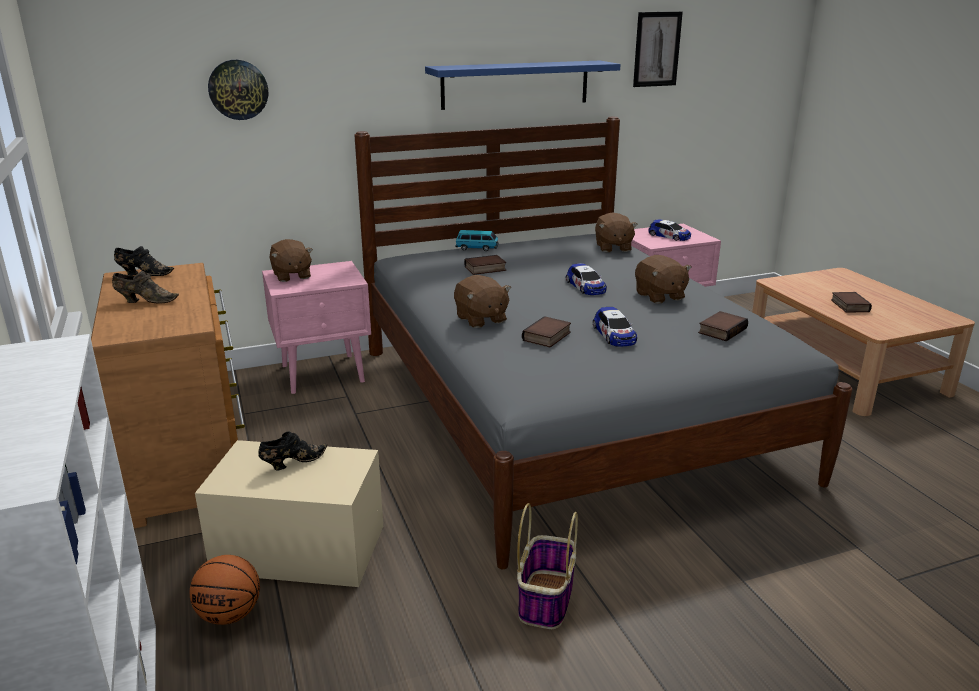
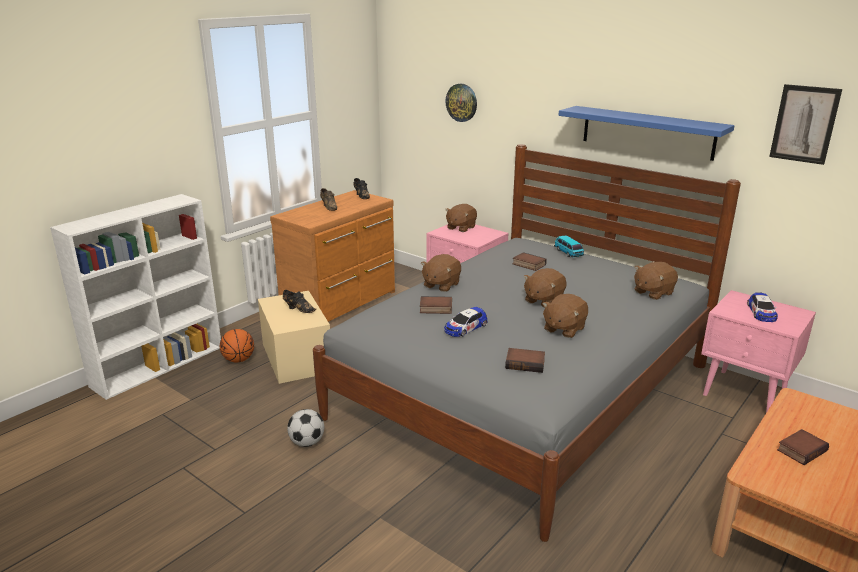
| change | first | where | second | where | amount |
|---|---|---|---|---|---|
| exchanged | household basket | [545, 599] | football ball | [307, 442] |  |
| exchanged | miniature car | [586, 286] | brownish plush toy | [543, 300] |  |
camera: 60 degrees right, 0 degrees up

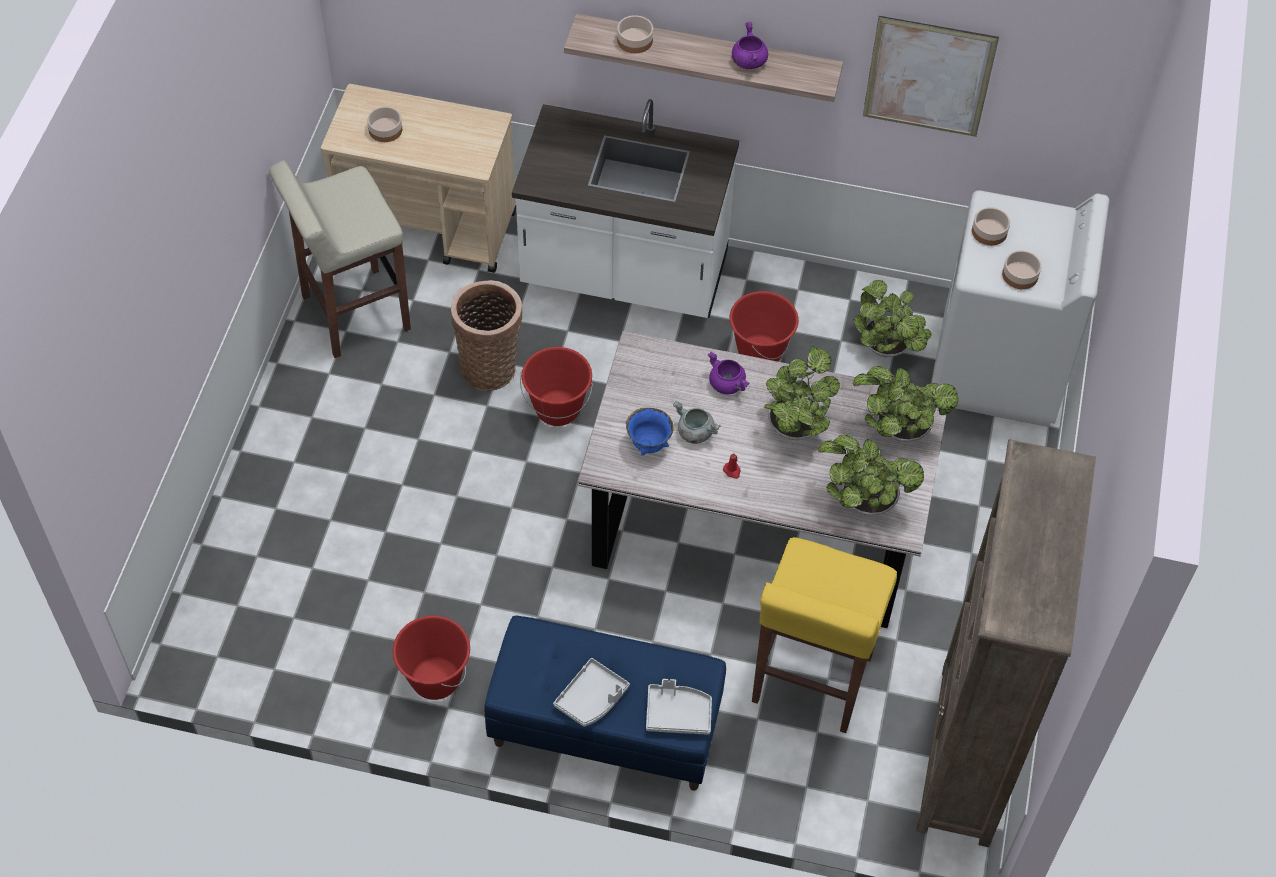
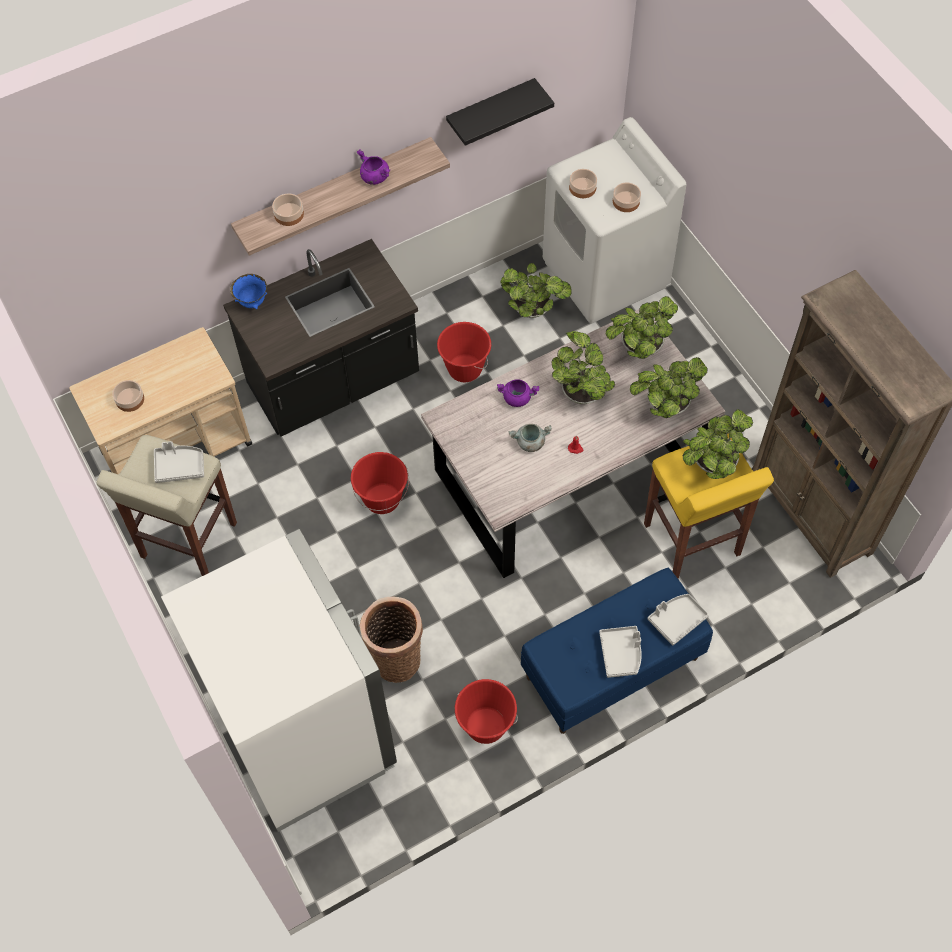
| change | first | where | second | where | amount |
|---|---|---|---|---|---|
| appeared |  |  | grey tray | [179, 466] |  |
| appeared |  |  | white refrigerator | [304, 734] |  |
| colour | white counter | [624, 274] | black counter | [334, 382] |  |
| relocated | blue bowl | [649, 444] |  | [252, 302] |  |
| relocated | household basket | [490, 366] |  | [395, 657] |  |
| exchanged | picture | [928, 76] | black wall shelf | [490, 110] |  |
| appeared |  |  | plant in a pot | [711, 465] |  |
camera: 40 degrees left, 5 degrees up

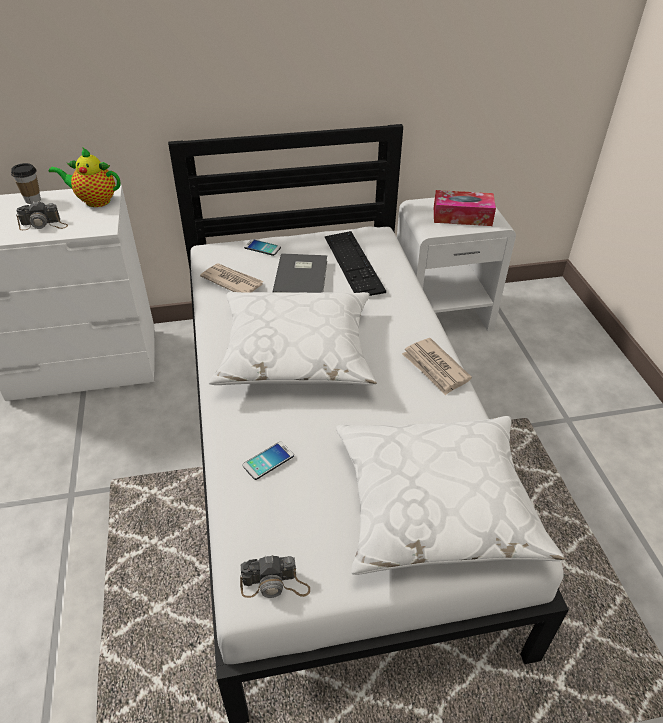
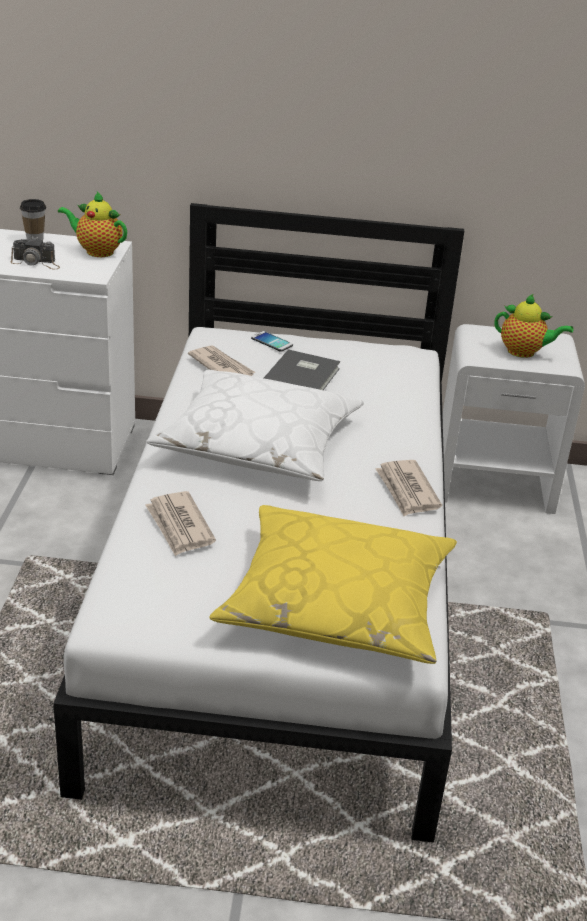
| change | first | where | second | where | amount |
|---|---|---|---|---|---|
| exchanged | handset | [268, 461] | printed paper | [179, 526] |  |
| colour | white throw pillow | [436, 503] | yellowish throw pillow | [337, 602] |  |
| exchanged | box of tissues | [462, 216] | teapot | [524, 352] |  |
| missing | still camera | [275, 584] |  |  |  |
| missing | PC keyboard | [353, 263] |  |  |  |
camera: 15 degrees right, 10 degrees down

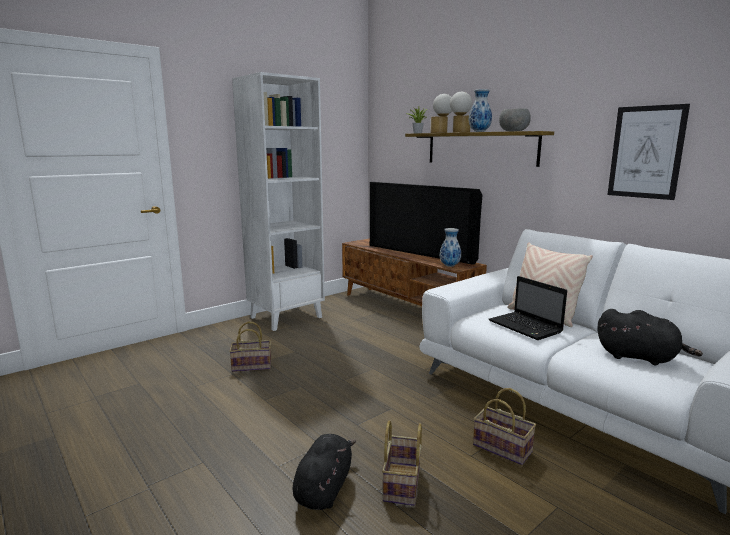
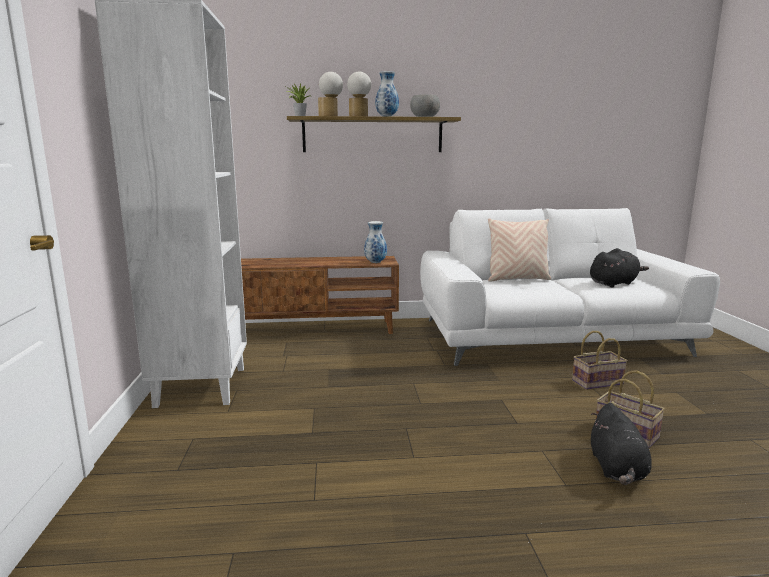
| change | first | where | second | where | amount |
|---|---|---|---|---|---|
| spun | black plush toy | [324, 488] |  | [617, 469] | 135 degrees counterclockwise |
| missing | household basket | [252, 365] |  |  |  |
| missing | TV | [421, 253] |  |  |  |
| missing | laptop | [526, 327] |  |  |  |
| missing | picture | [646, 152] |  |  |  |
camera: 55 degrees left, 0 degrees up

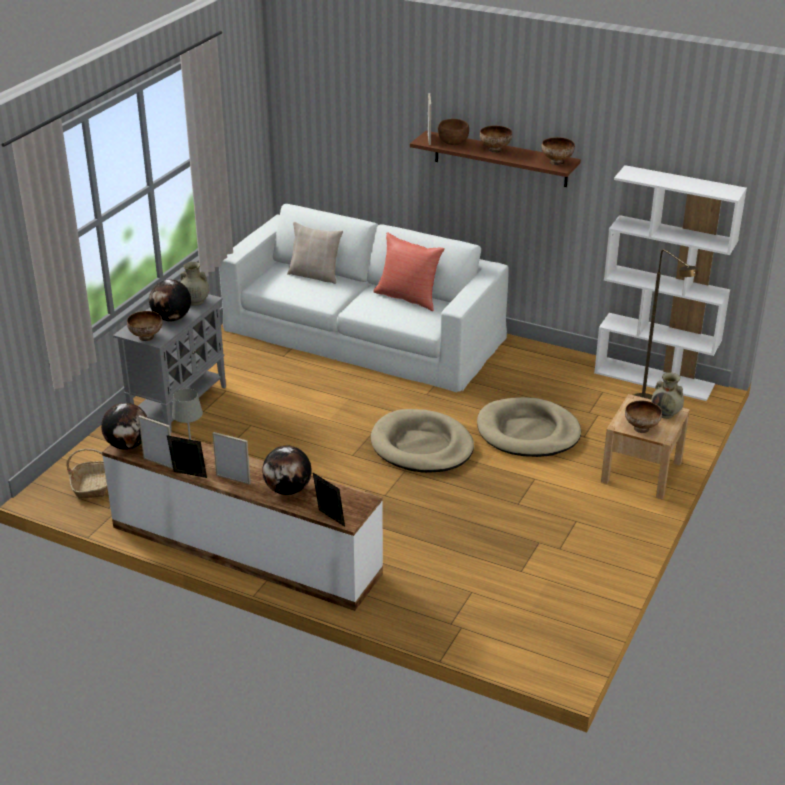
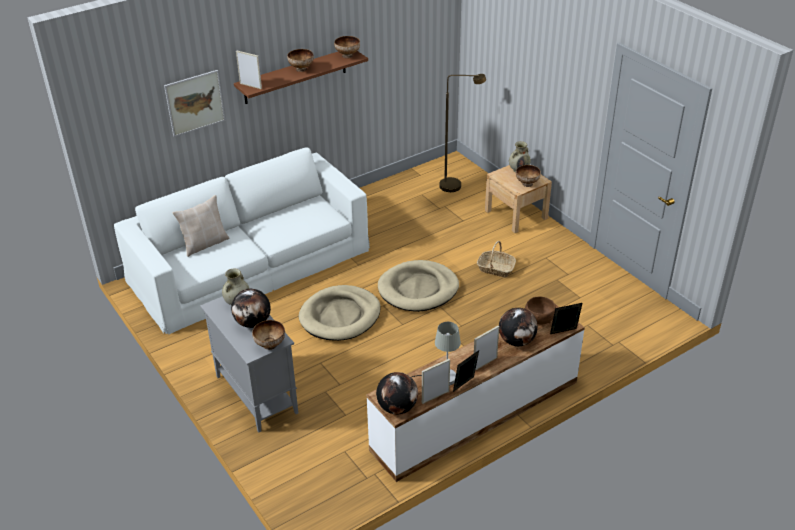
| change | first | where | second | where | amount |
|---|---|---|---|---|---|
| appeared |  |  | picture | [195, 103] |  |
| relocated | beige dog cushion | [528, 432] |  | [340, 316] |  |
| relocated | household basket | [92, 485] |  | [495, 268] |  |
| relocated | brownish bowl | [453, 142] |  | [539, 319] |  |
| missing | reddish throw pillow | [408, 297] |  |  |  |
| missing | white shelving unit | [654, 379] |  |  |  |
camera: 60 degrees left, 5 degrees up

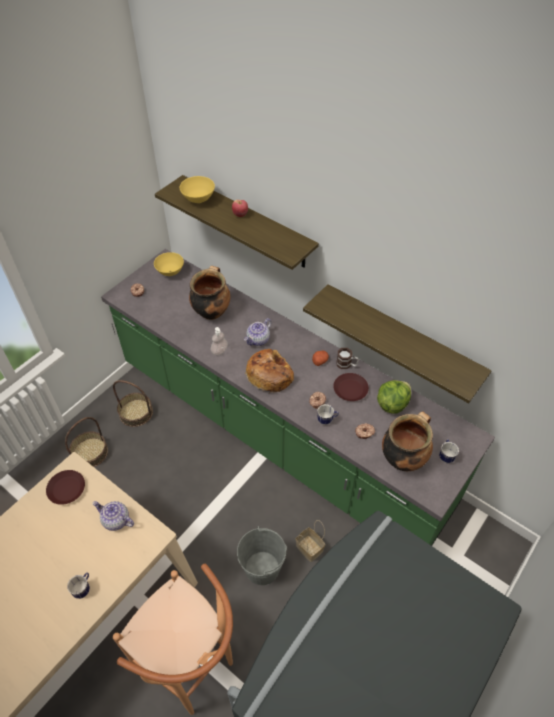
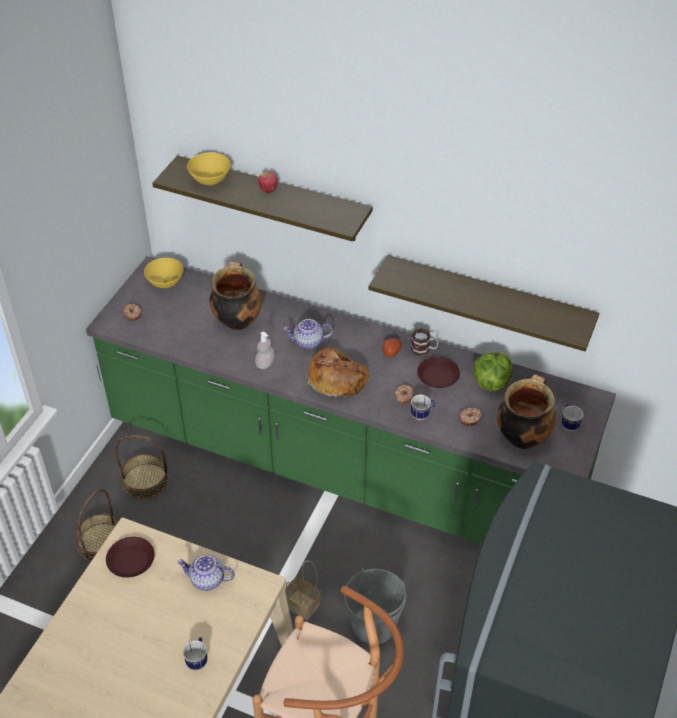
| change | first | where | second | where | amount |
|---|---|---|---|---|---|
| spun | teapot | [258, 340] |  | [308, 342] | 60 degrees clockwise |
| relocated | household basket | [310, 548] |  | [303, 605] |  |
camera: 15 degrees left, 5 degrees down

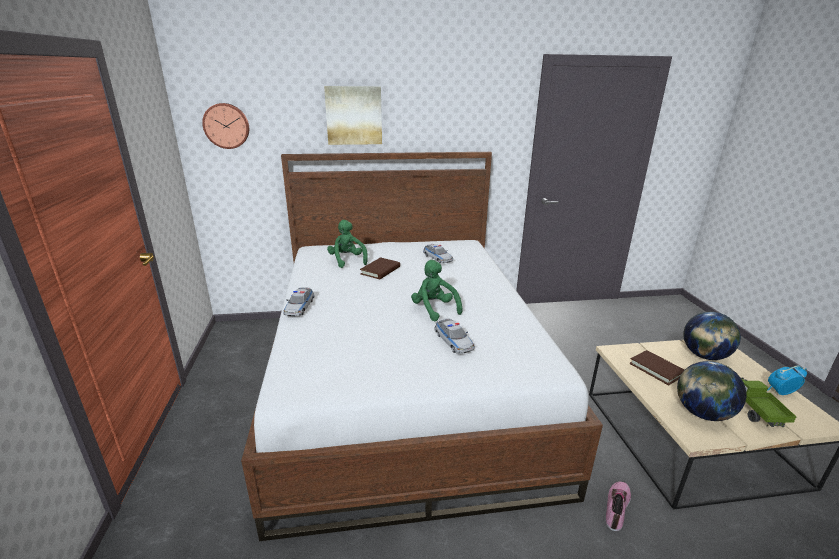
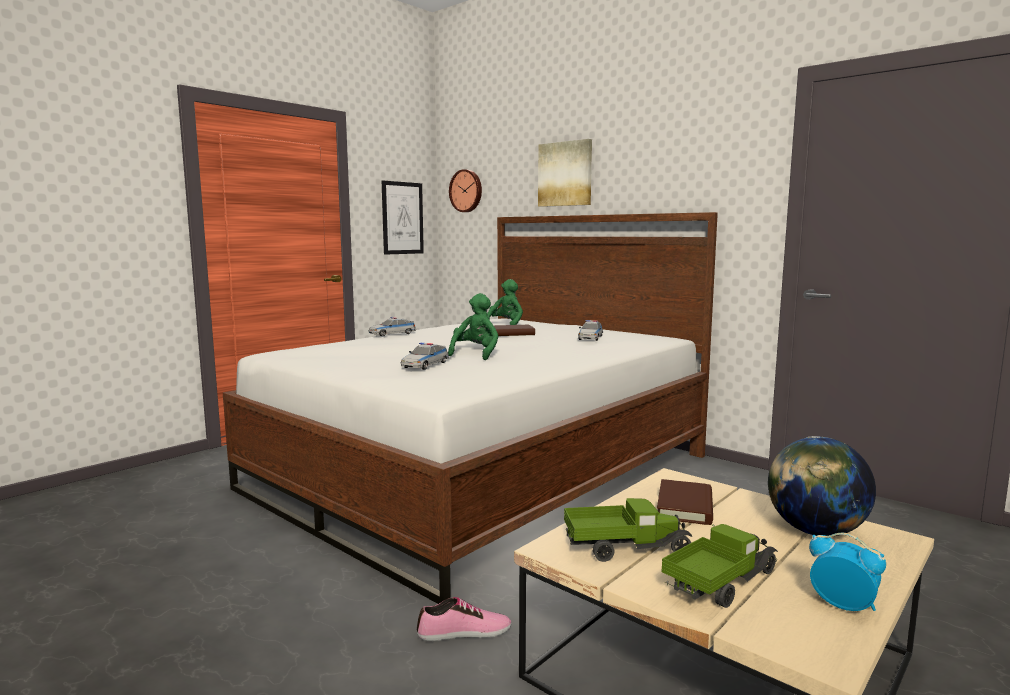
| change | first | where | second | where | amount |
|---|---|---|---|---|---|
| appeared |  |  | picture | [402, 218] |  |
| exchanged | globe | [702, 413] | model truck | [625, 548] |  |
camera: 50 degrees right, 15 degrees down

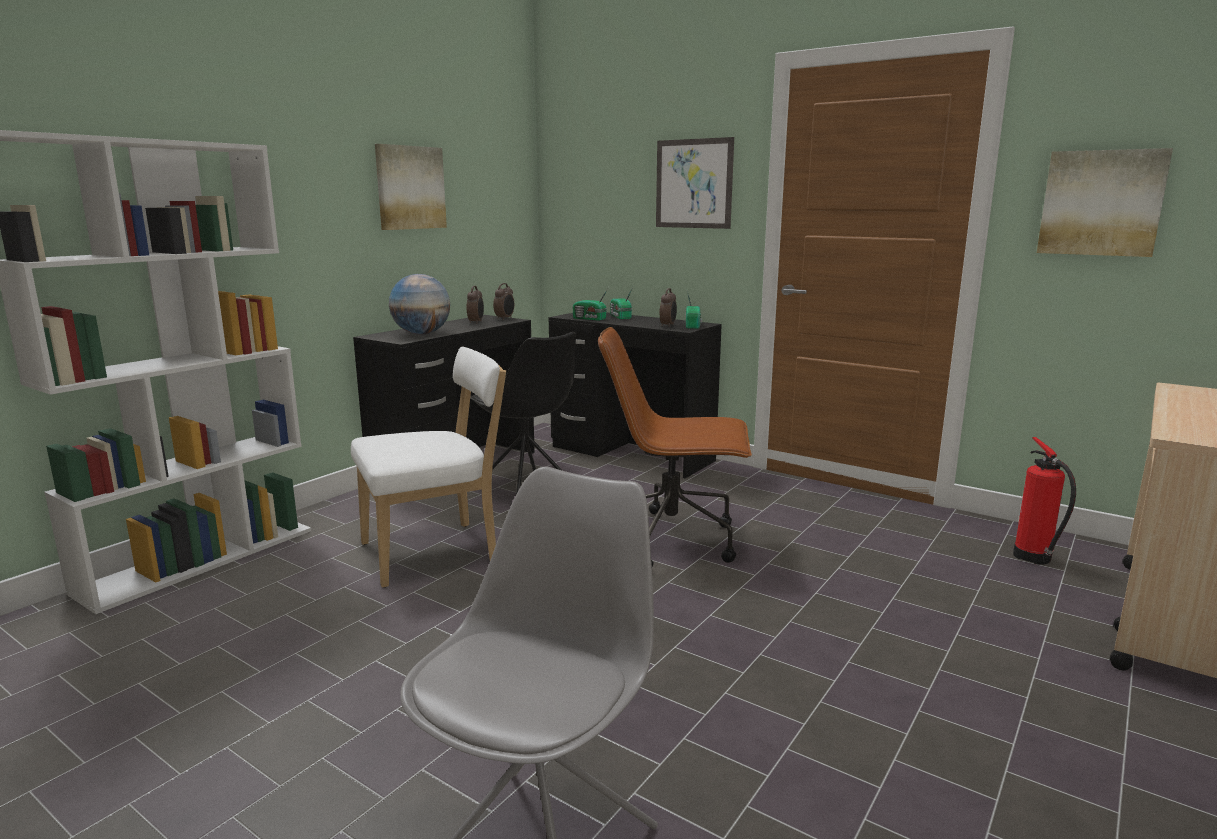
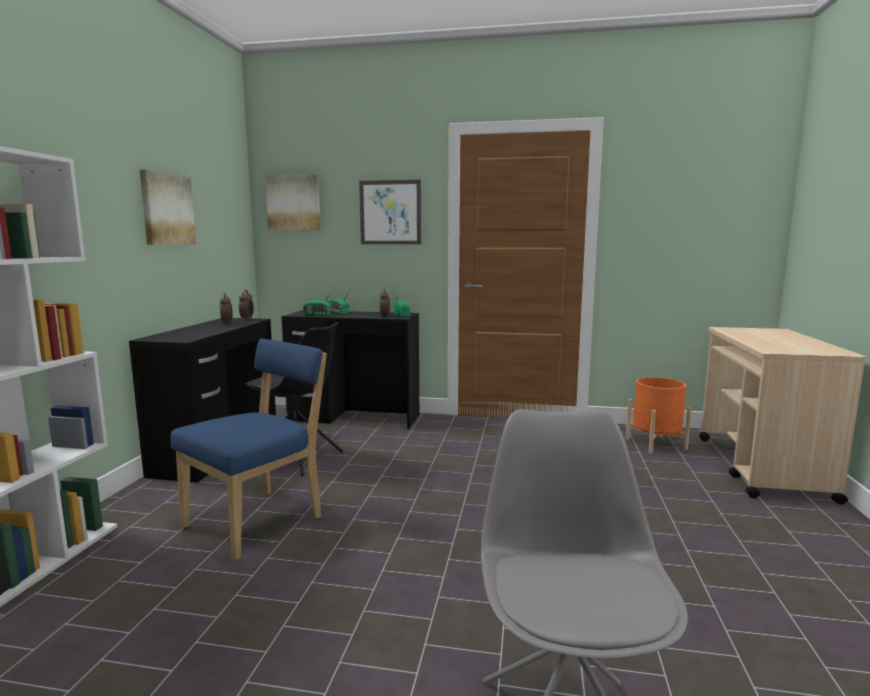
| change | first | where | second | where | amount |
|---|---|---|---|---|---|
| colour | white upright chair | [436, 552] | blue upright chair | [259, 520] |  |
| relocated | picture | [1101, 203] |  | [294, 203] |  |
| exchanged | fire extinguisher | [1034, 558] | orangey planter | [655, 444] |  |
| missing | globe | [422, 334] |  |  |  |
| missing | brownish office chair | [672, 540] |  |  |  |
camera: 25 degrees left, 5 degrees down

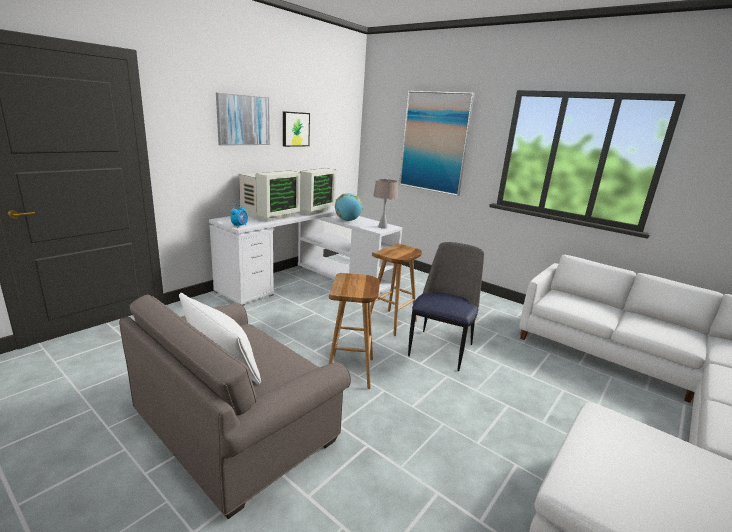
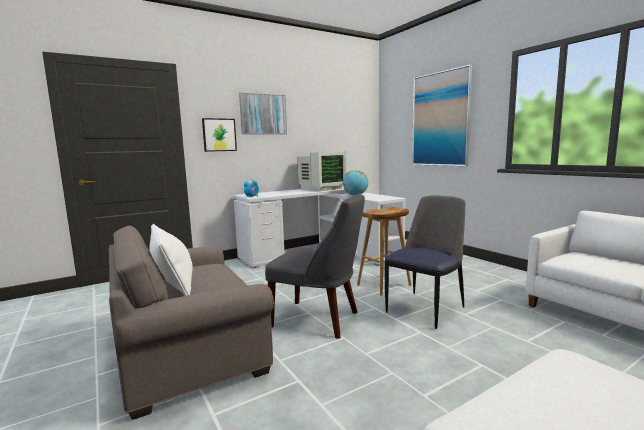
| change | first | where | second | where | amount |
|---|---|---|---|---|---|
| relocated | picture | [295, 129] |  | [219, 135] |  |
| exchanged | brownish stool | [350, 371] | grey upright chair | [319, 320] |  |
| missing | monitor | [269, 215] |  |  |  |
| missing | beige tabletop lamp | [382, 227] |  |  |  |
camera: 20 degrees right, 10 degrees down

